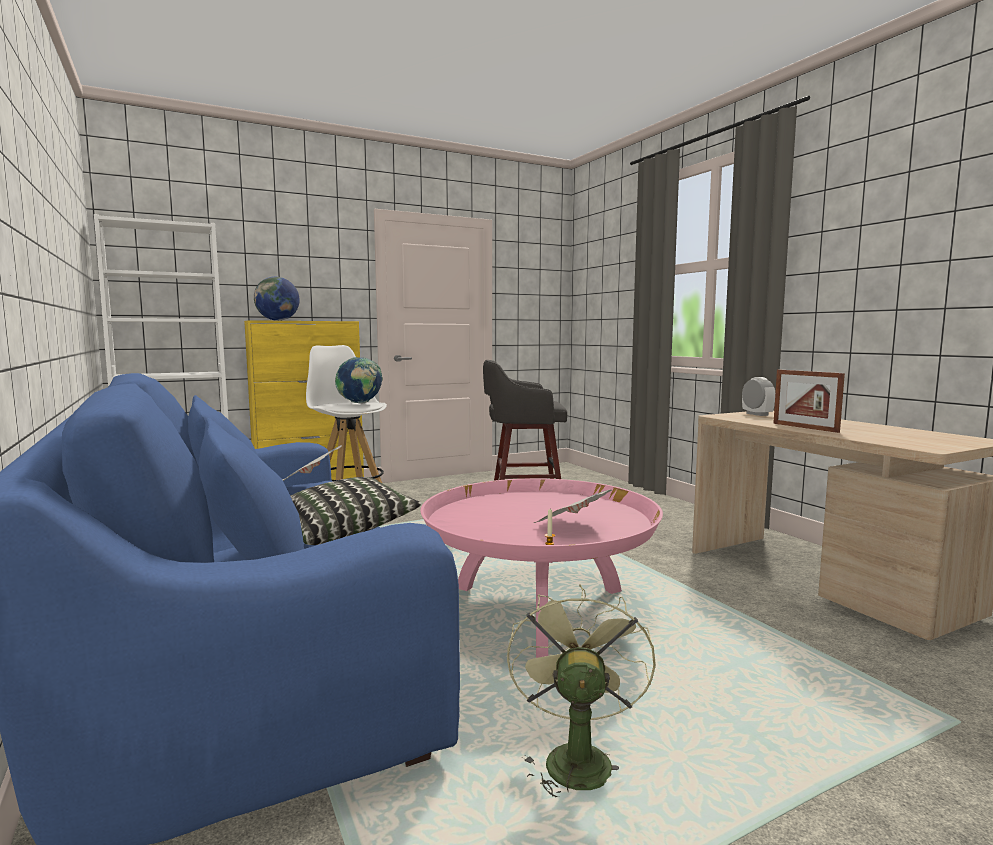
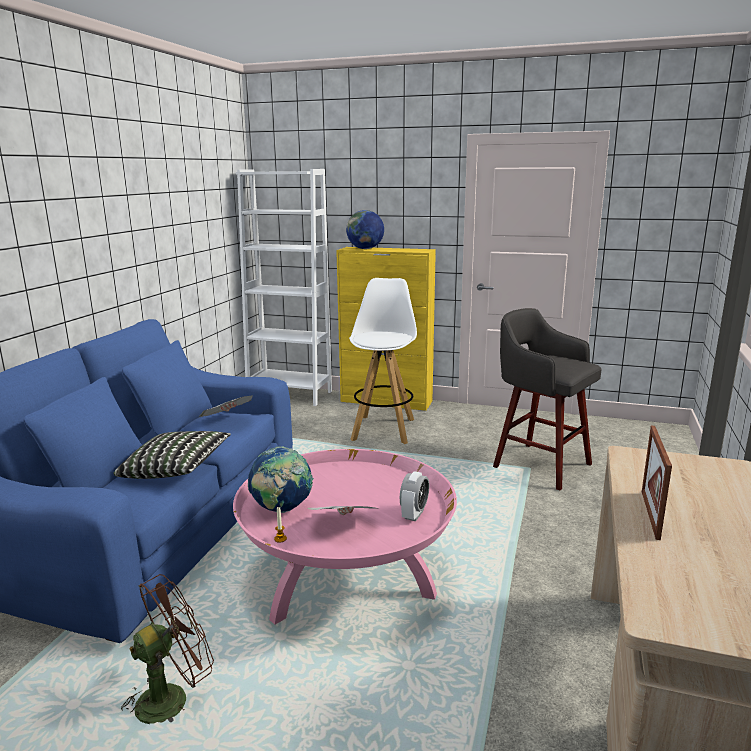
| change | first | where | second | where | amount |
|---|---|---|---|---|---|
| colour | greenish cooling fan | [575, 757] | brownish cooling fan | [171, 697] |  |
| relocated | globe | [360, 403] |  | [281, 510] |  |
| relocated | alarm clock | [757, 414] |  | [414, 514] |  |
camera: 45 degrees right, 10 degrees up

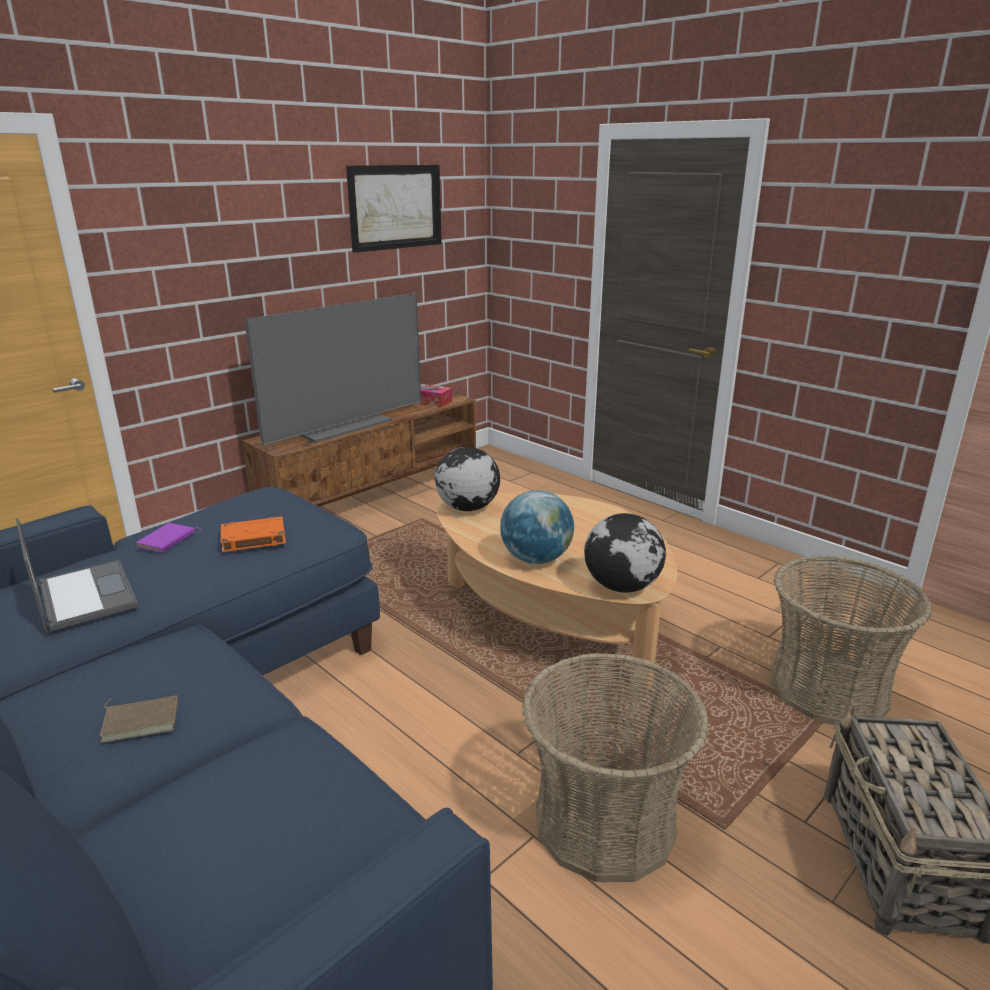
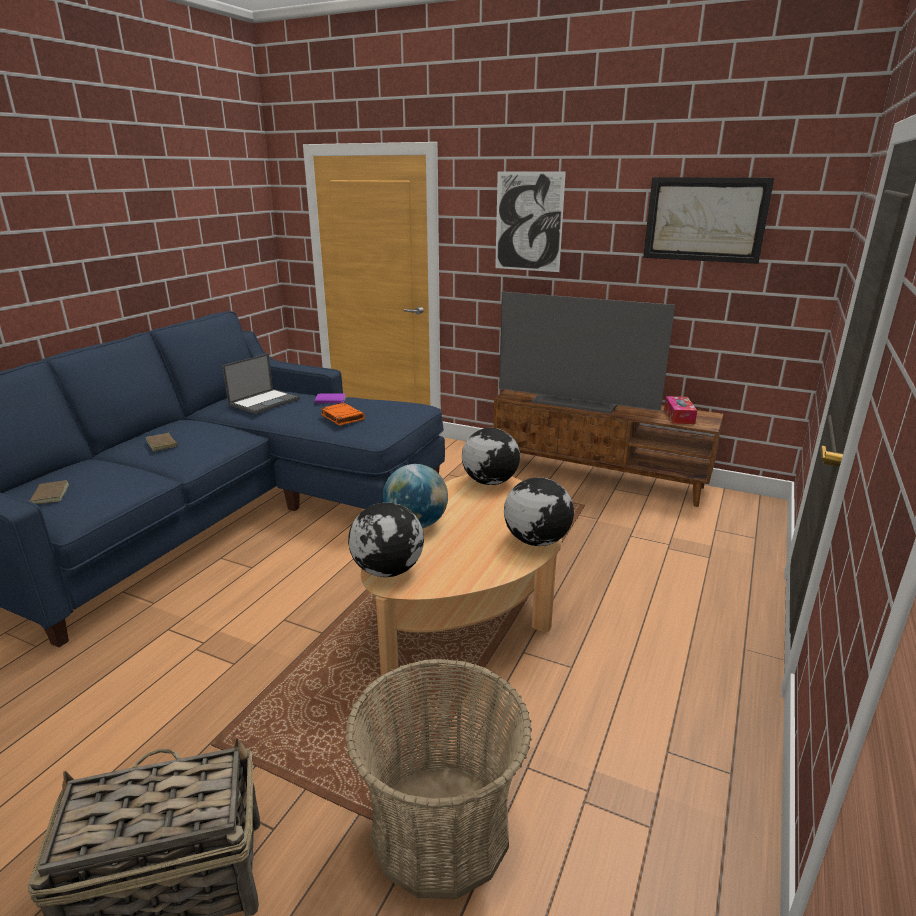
| change | first | where | second | where | amount |
|---|---|---|---|---|---|
| appeared |  |  | brownish book | [48, 495] |  |
| appeared |  |  | picture | [528, 222] |  |
| appeared |  |  | globe | [536, 540] |  |
| missing | household basket | [605, 823] |  |  |  |
camera: 70 degrees right, 0 degrees up

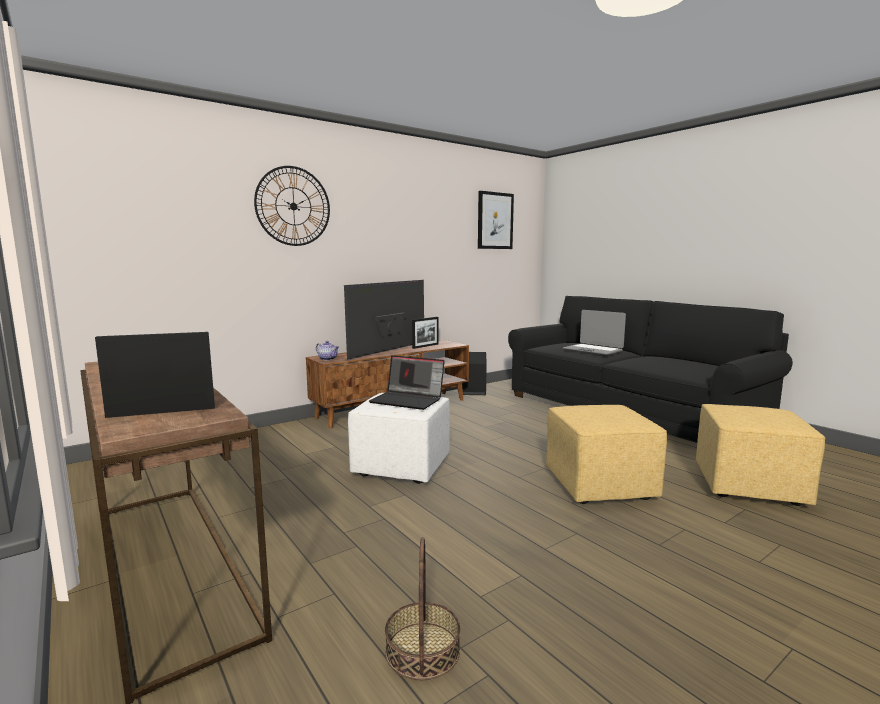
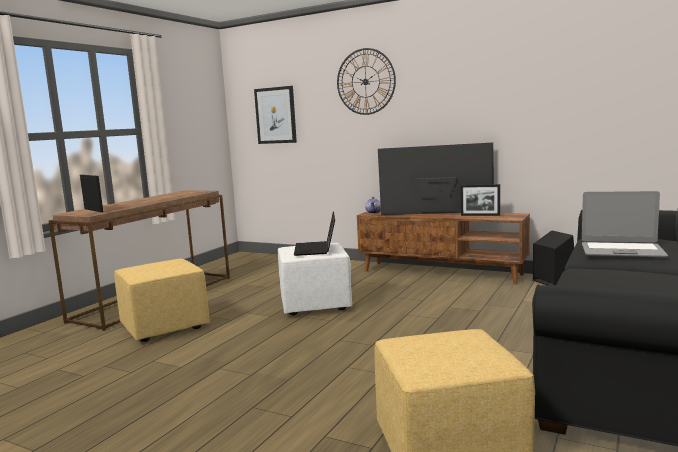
| change | first | where | second | where | amount |
|---|---|---|---|---|---|
| relocated | yellowish ottoman | [597, 486] |  | [164, 327] |  |
| relocated | picture | [495, 221] |  | [275, 115] |  |
| spun | laptop | [593, 350] |  | [621, 251] | 90 degrees counterclockwise |
| missing | household basket | [422, 650] |  |  |  |
camera: 65 degrees right, 0 degrees up

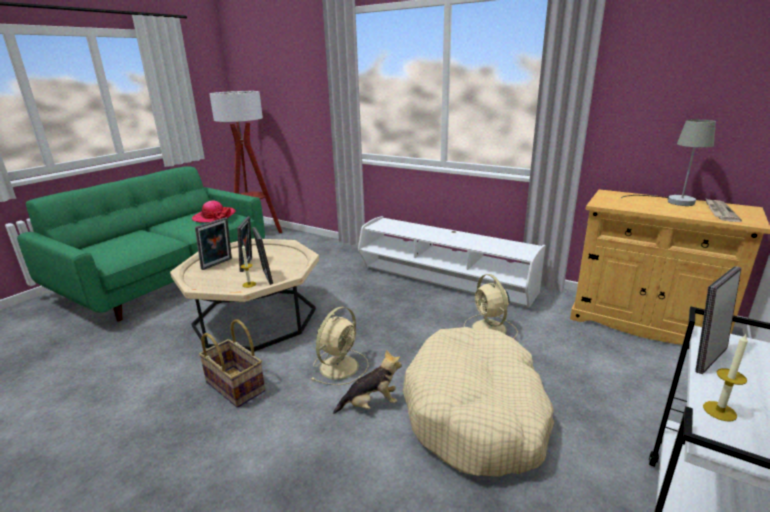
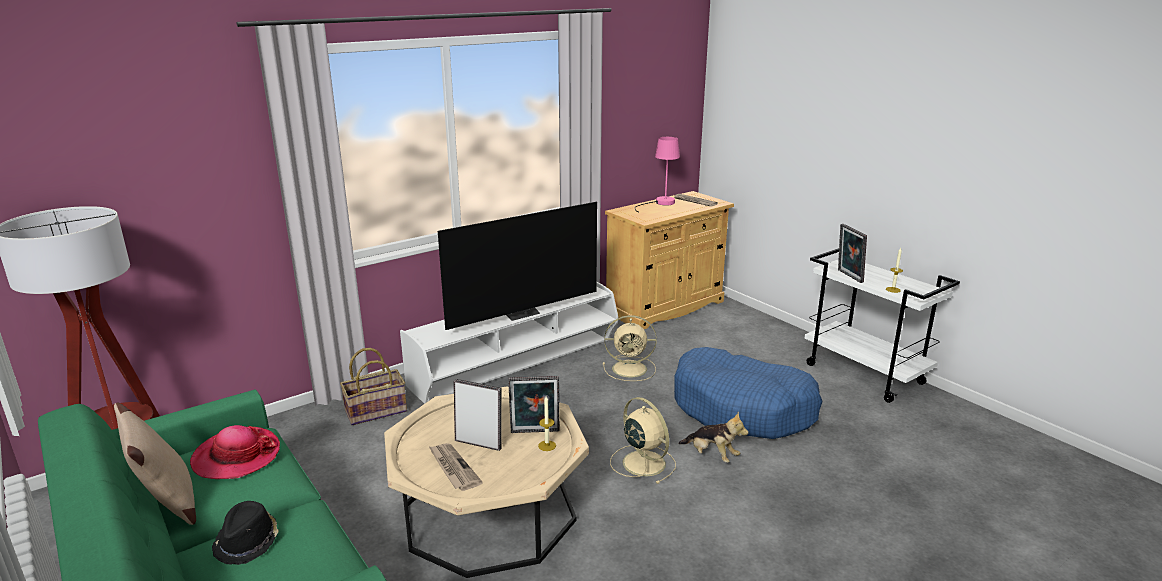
| change | first | where | second | where | amount |
|---|---|---|---|---|---|
| appeared |  |  | beige throw pillow | [168, 505] |  |
| appeared |  |  | black clothing hat | [248, 542] |  |
| relocated | household basket | [236, 386] |  | [376, 411] |  |
| exchanged | photo frame | [218, 264] | printed paper | [453, 468] |  |
| appeared |  |  | TV | [521, 313] |  |
| colour | grey tabletop lamp | [672, 201] | pinkish tabletop lamp | [660, 203] |  |
| colour | beige dog cushion | [476, 413] | blue dog cushion | [742, 408] |  |
| spun | plush toy | [371, 405] |  | [712, 455] | 120 degrees clockwise |
camera: 70 degrees left, 0 degrees up

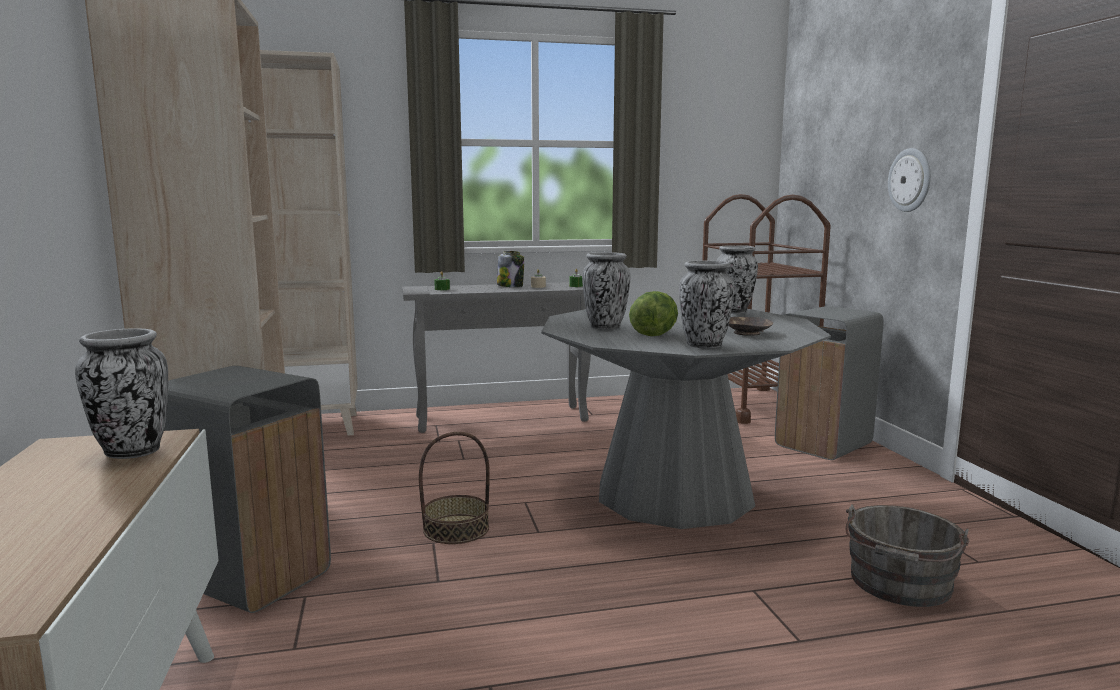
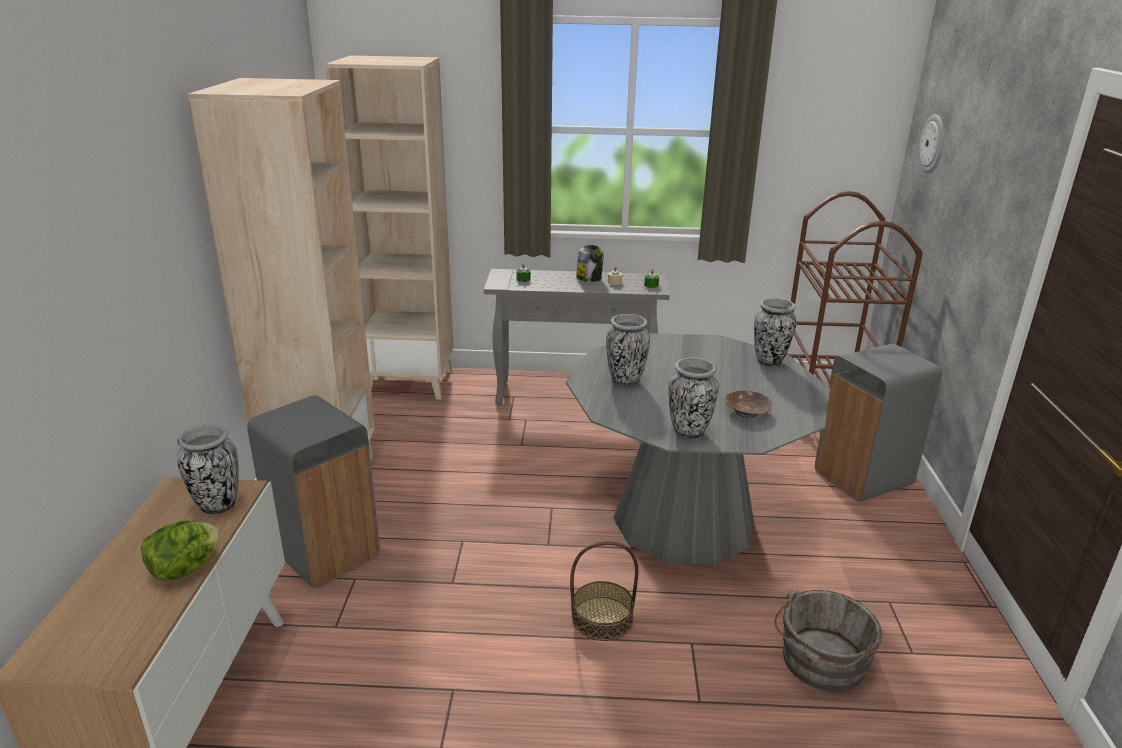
| change | first | where | second | where | amount |
|---|---|---|---|---|---|
| relocated | lettuce head | [654, 335] |  | [185, 569] |  |
| relocated | household basket | [456, 529] |  | [602, 618] |  |
| relocated | clock on the wall | [910, 180] |  | [933, 144] |  |
camera: 15 degrees right, 15 degrees up

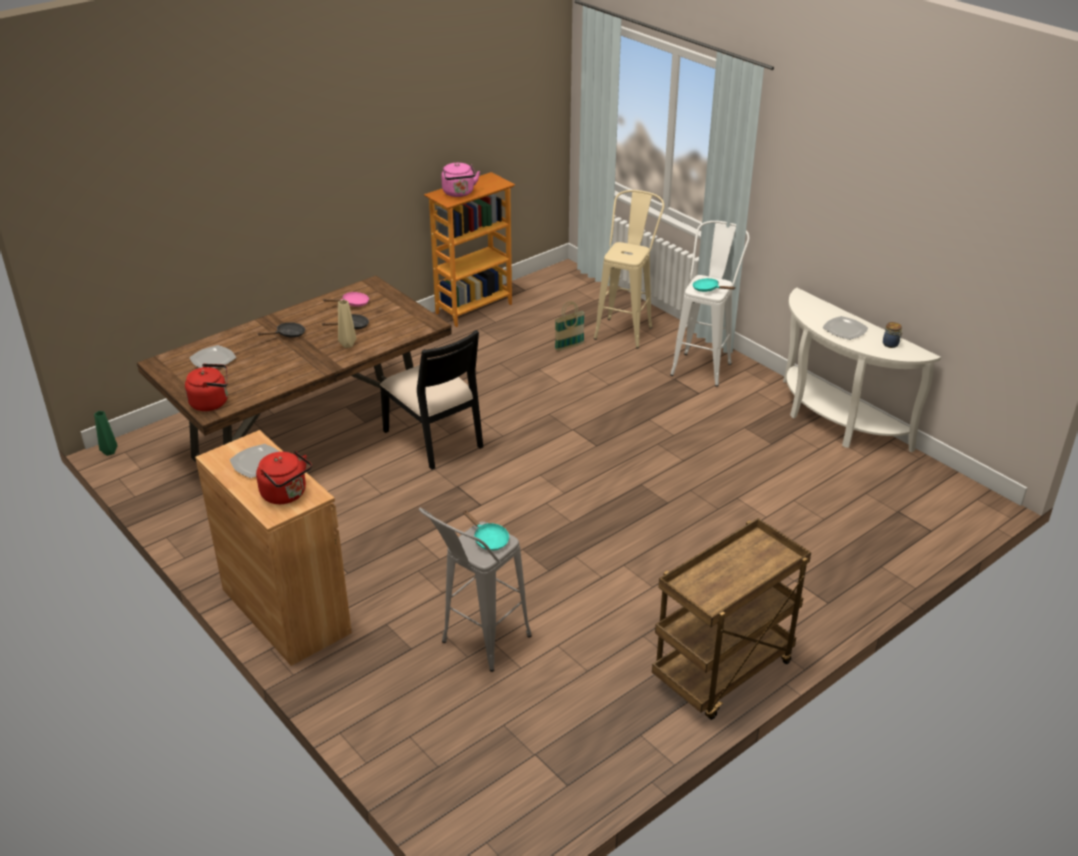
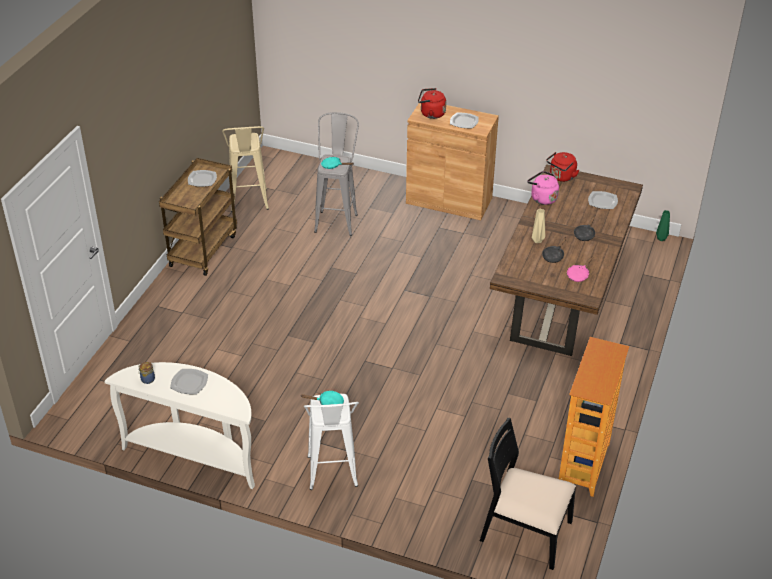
| change | first | where | second | where | amount |
|---|---|---|---|---|---|
| appeared |  |  | plate | [202, 179] |  |
| relocated | beige stool | [626, 329] |  | [249, 205] |  |
| relocated | black upright chair | [435, 438] |  | [525, 532] |  |
| relocated | pinkish water kettle | [459, 193] |  | [542, 198] |  |
| missing | household basket | [569, 346] |  |  |  |
camera: 150 degrees right, 5 degrees up

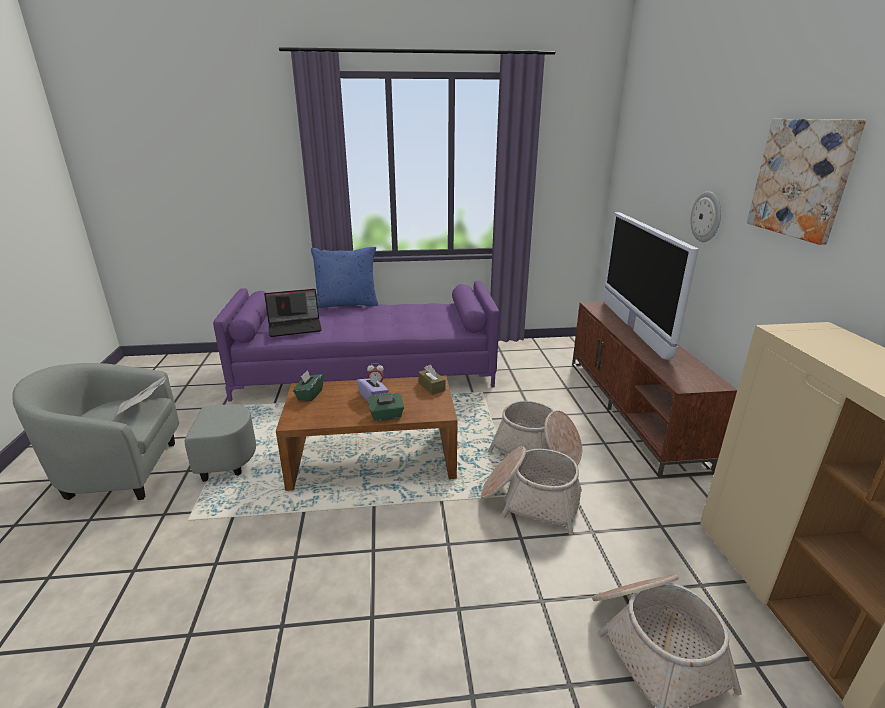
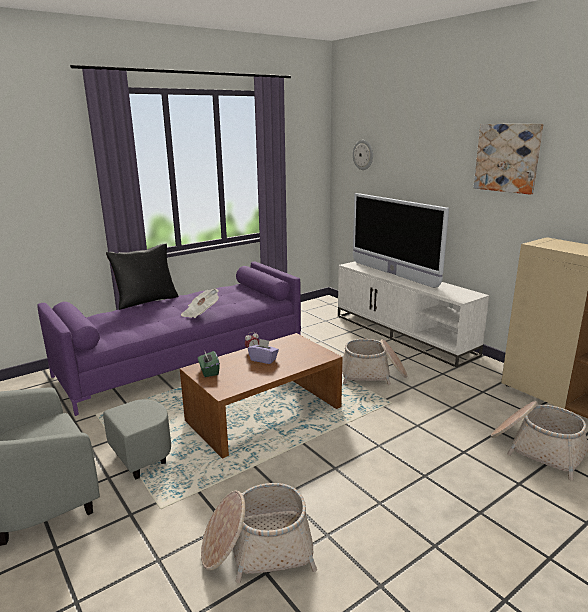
| change | first | where | second | where | amount |
|---|---|---|---|---|---|
| colour | blue throw pillow | [347, 304] | black throw pillow | [146, 301] |  |
| relocated | printed paper | [143, 408] |  | [200, 313] |  |
| relocated | household basket | [530, 500] |  | [257, 548] |  |
| colour | brownish media console | [632, 410] | white media console | [404, 334] |  |
| relocated | clock on the wall | [706, 217] |  | [363, 155] |  |
| missing | laptop | [295, 327] |  |  |  |
| missing | greenish box of tissues | [386, 416] |  |  |  |
| missing | brownish box of tissues | [431, 386] |  |  |  |
camera: 30 degrees left, 5 degrees down

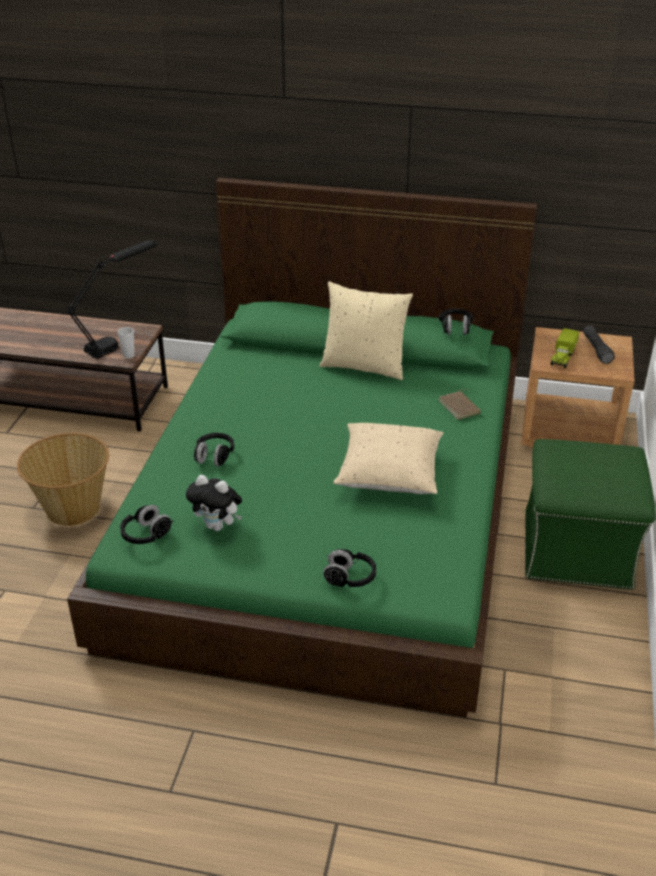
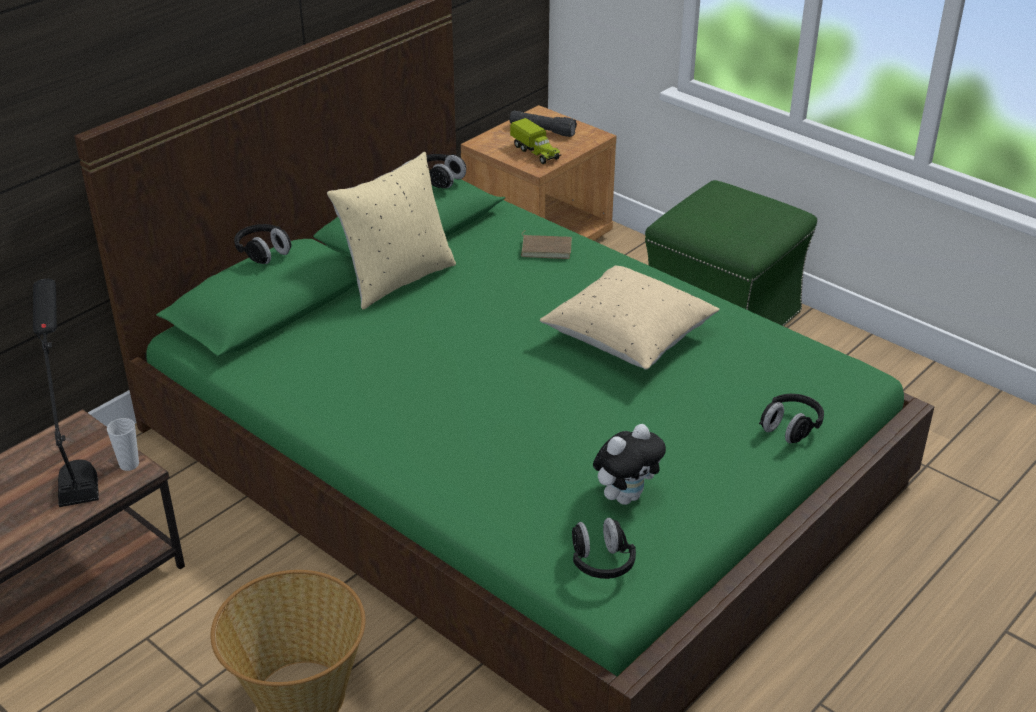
| change | first | where | second | where | amount |
|---|---|---|---|---|---|
| relocated | black headset | [214, 456] |  | [263, 253] |  |
camera: 60 degrees left, 0 degrees up

